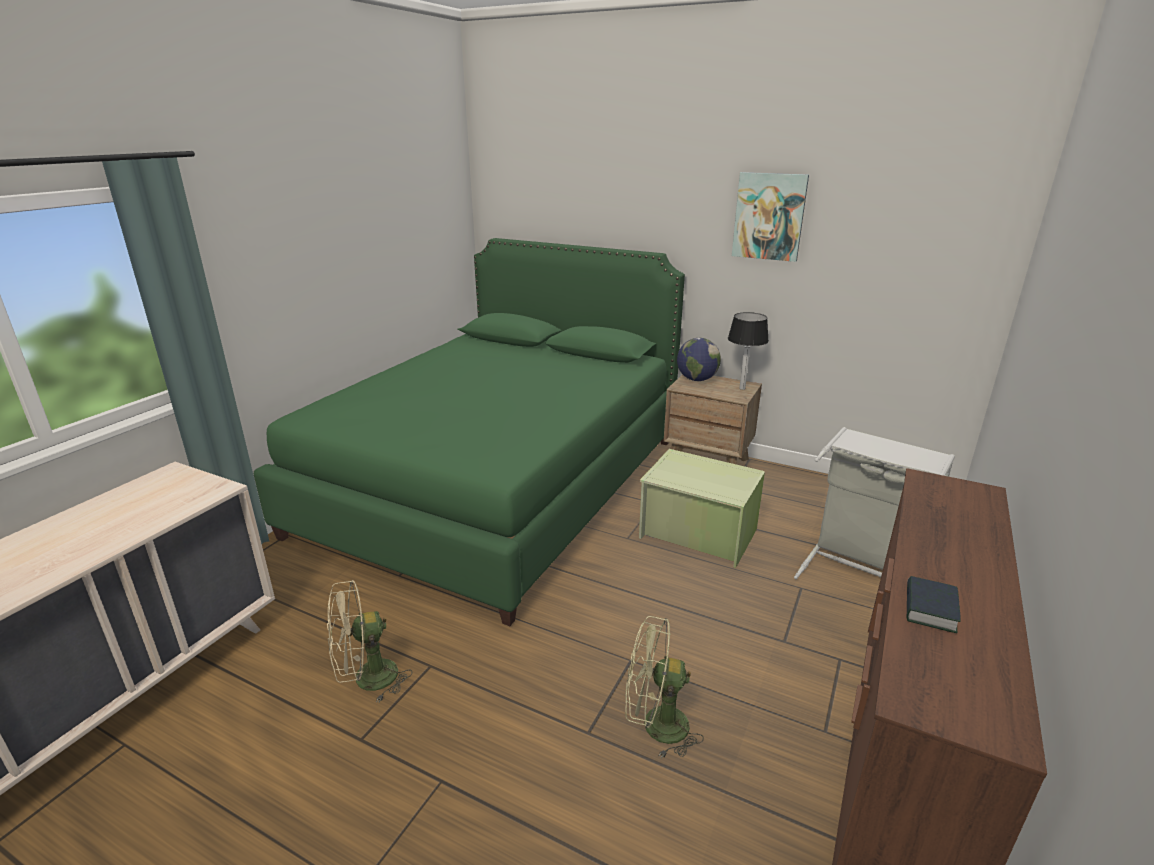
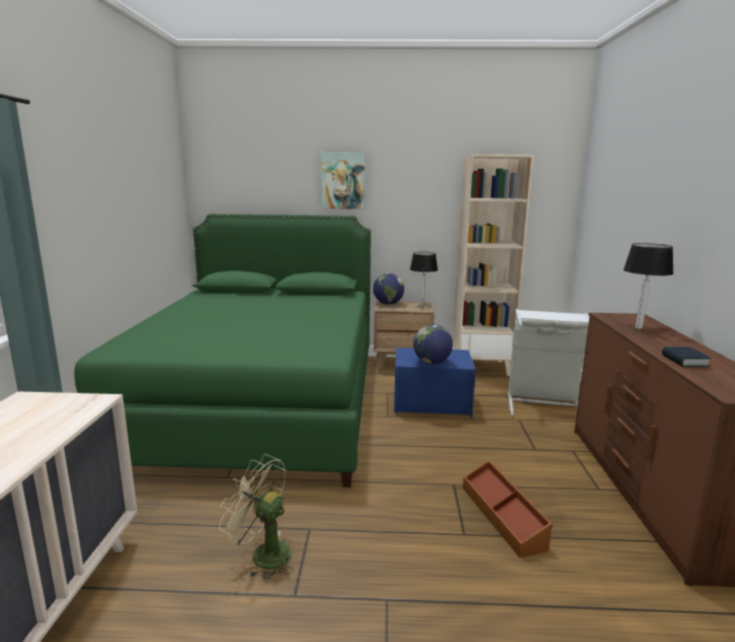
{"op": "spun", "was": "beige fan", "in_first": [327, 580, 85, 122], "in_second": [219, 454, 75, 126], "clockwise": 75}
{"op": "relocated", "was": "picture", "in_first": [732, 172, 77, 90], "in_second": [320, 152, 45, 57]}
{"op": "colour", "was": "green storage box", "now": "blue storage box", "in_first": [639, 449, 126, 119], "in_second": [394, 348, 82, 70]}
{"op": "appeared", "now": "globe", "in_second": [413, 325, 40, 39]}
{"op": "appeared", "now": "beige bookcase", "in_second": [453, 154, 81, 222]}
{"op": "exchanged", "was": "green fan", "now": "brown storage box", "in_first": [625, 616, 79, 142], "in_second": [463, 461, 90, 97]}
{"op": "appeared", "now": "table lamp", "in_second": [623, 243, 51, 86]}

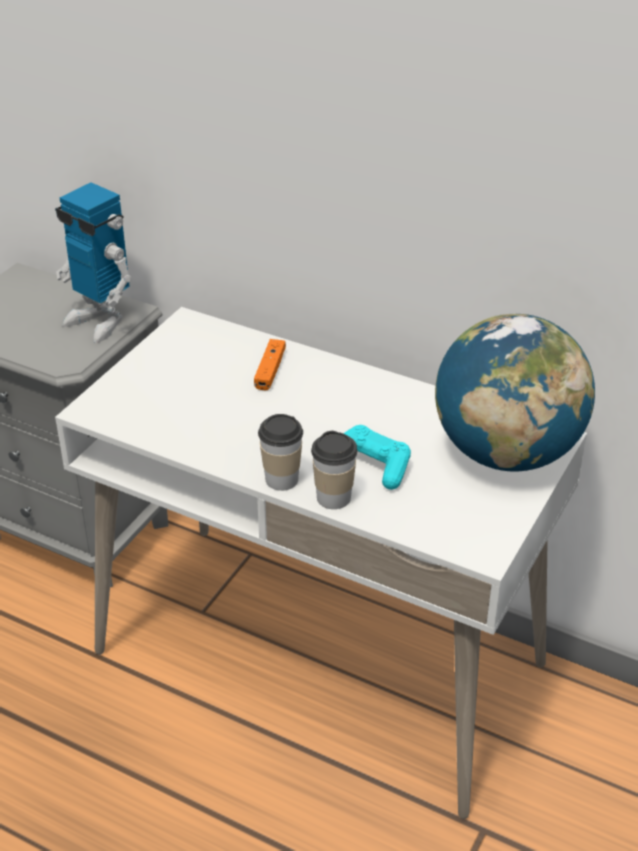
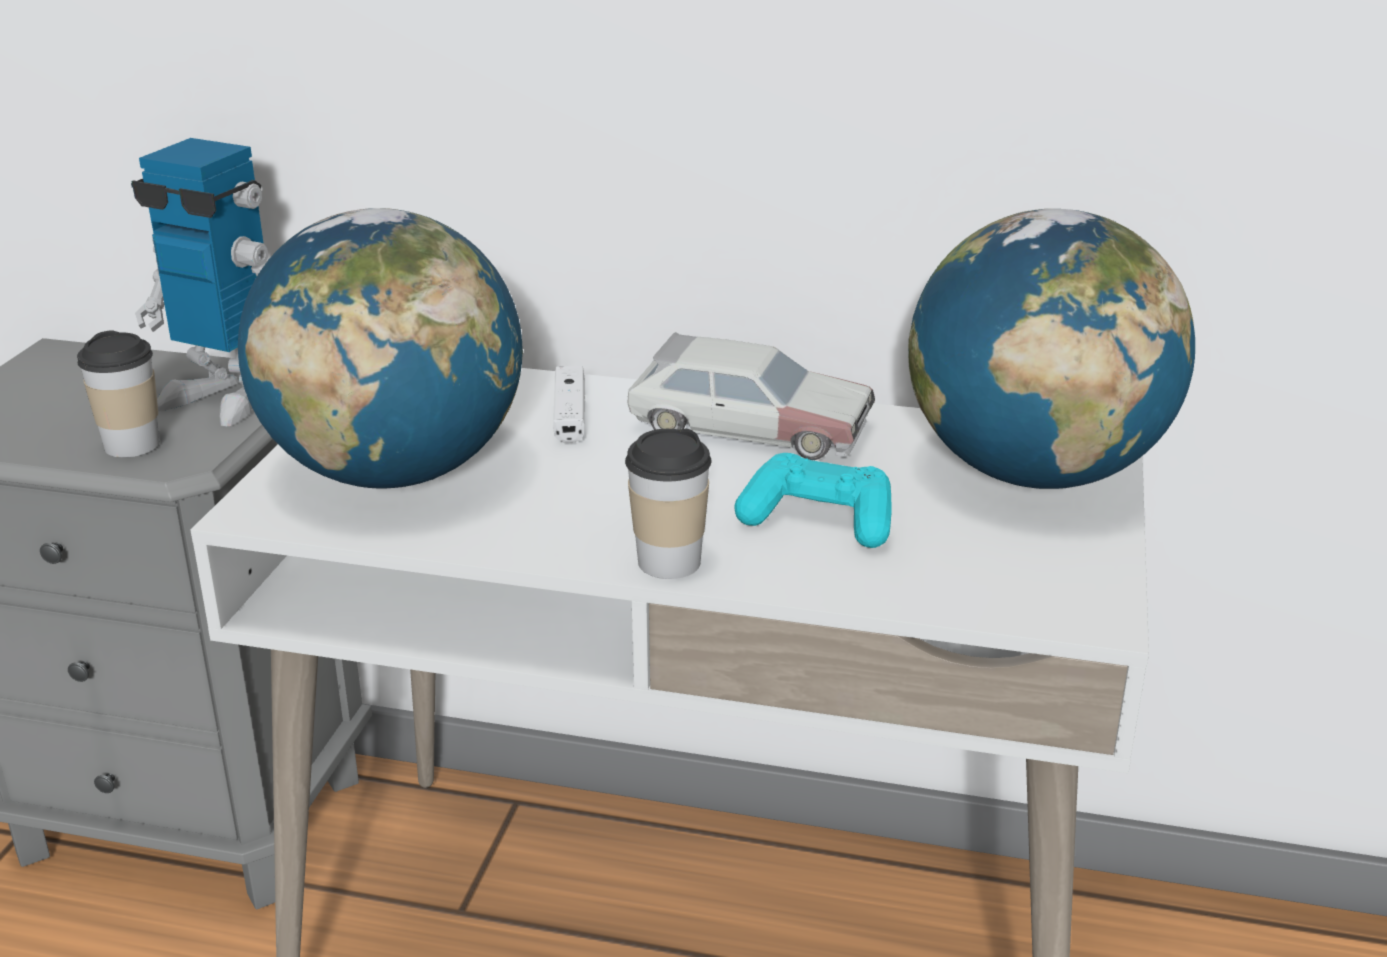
{"op": "relocated", "was": "cup", "in_first": [311, 431, 46, 78], "in_second": [77, 330, 83, 128]}
{"op": "appeared", "now": "globe", "in_second": [238, 208, 285, 280]}
{"op": "colour", "was": "orange game controller", "now": "white game controller", "in_first": [254, 339, 32, 52], "in_second": [553, 366, 32, 77]}
{"op": "appeared", "now": "toy car", "in_second": [627, 332, 248, 128]}

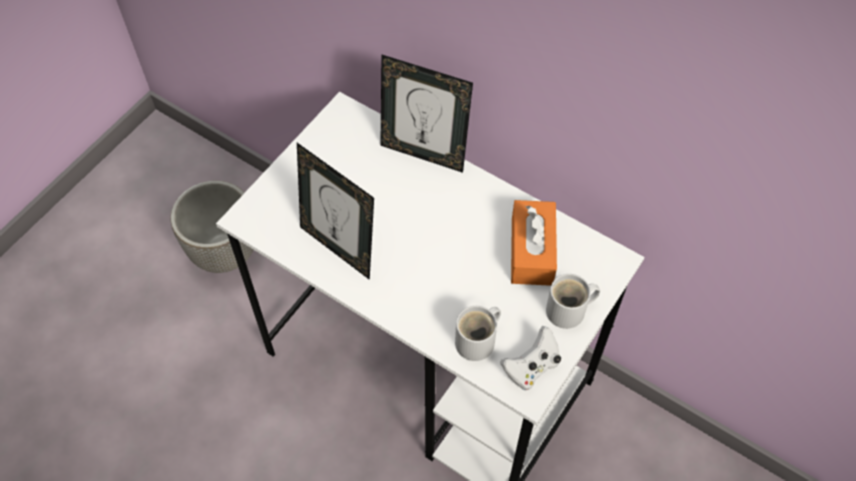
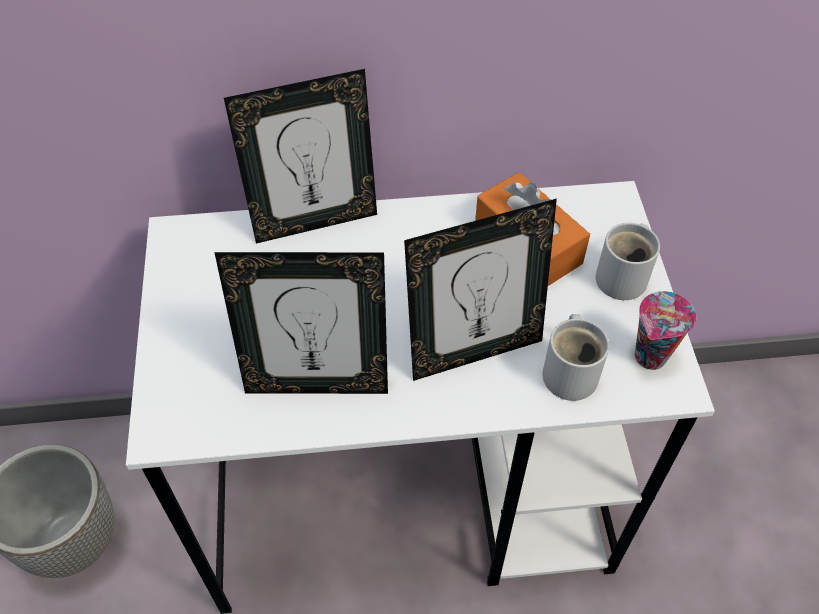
{"op": "appeared", "now": "picture frame", "in_second": [404, 198, 153, 183]}
{"op": "exchanged", "was": "white game controller", "now": "cup", "in_first": [500, 326, 61, 64], "in_second": [635, 291, 61, 79]}

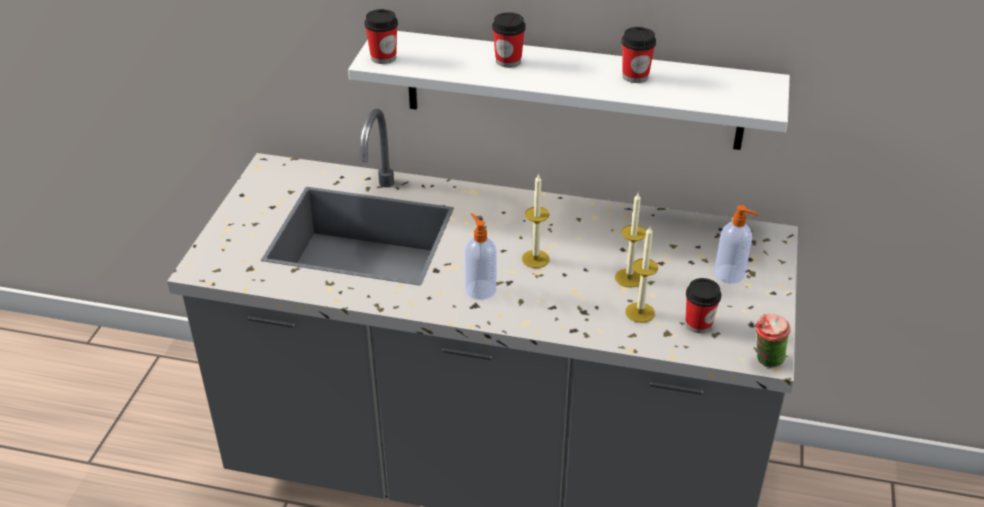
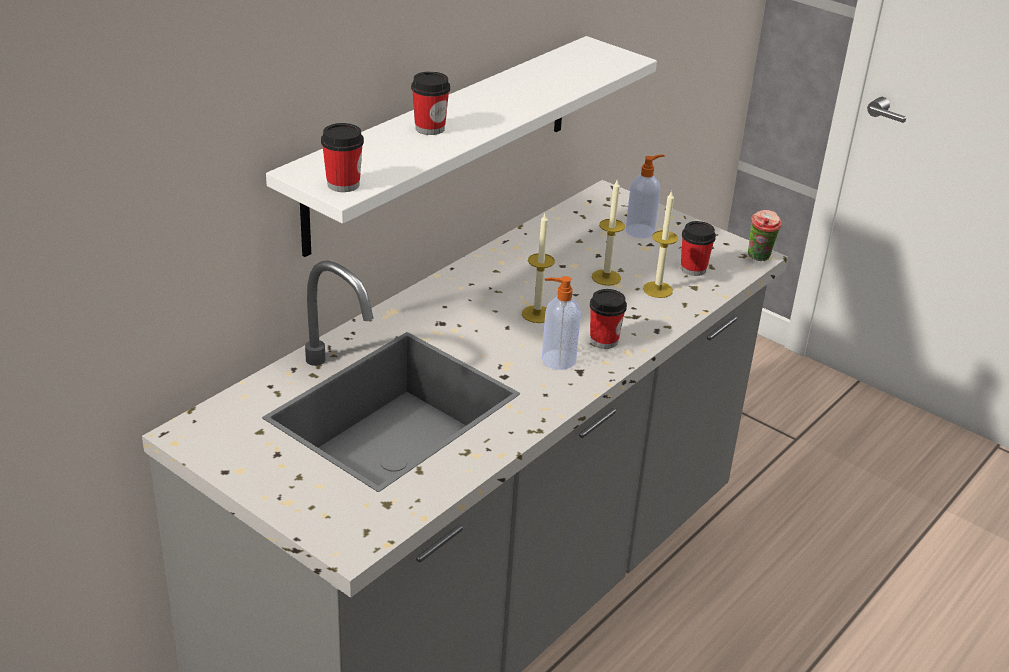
{"op": "relocated", "was": "cup", "in_first": [622, 27, 34, 56], "in_second": [590, 289, 37, 60]}

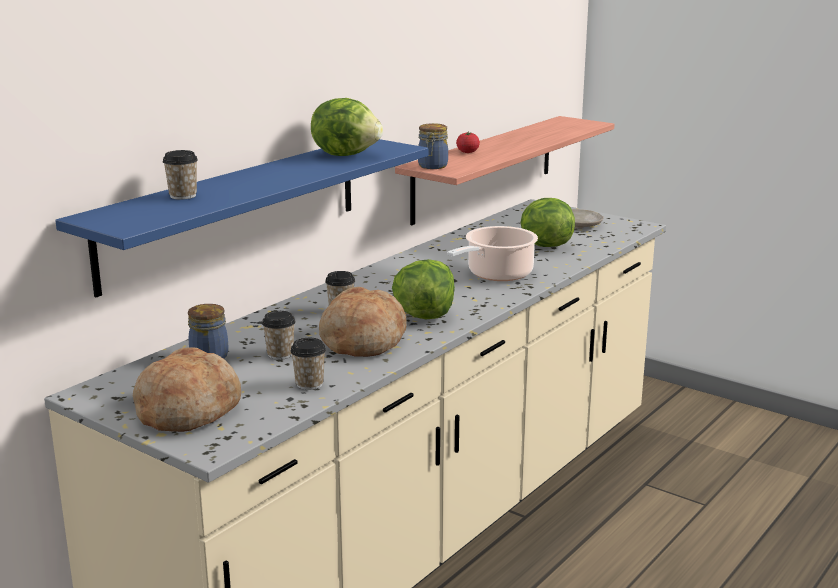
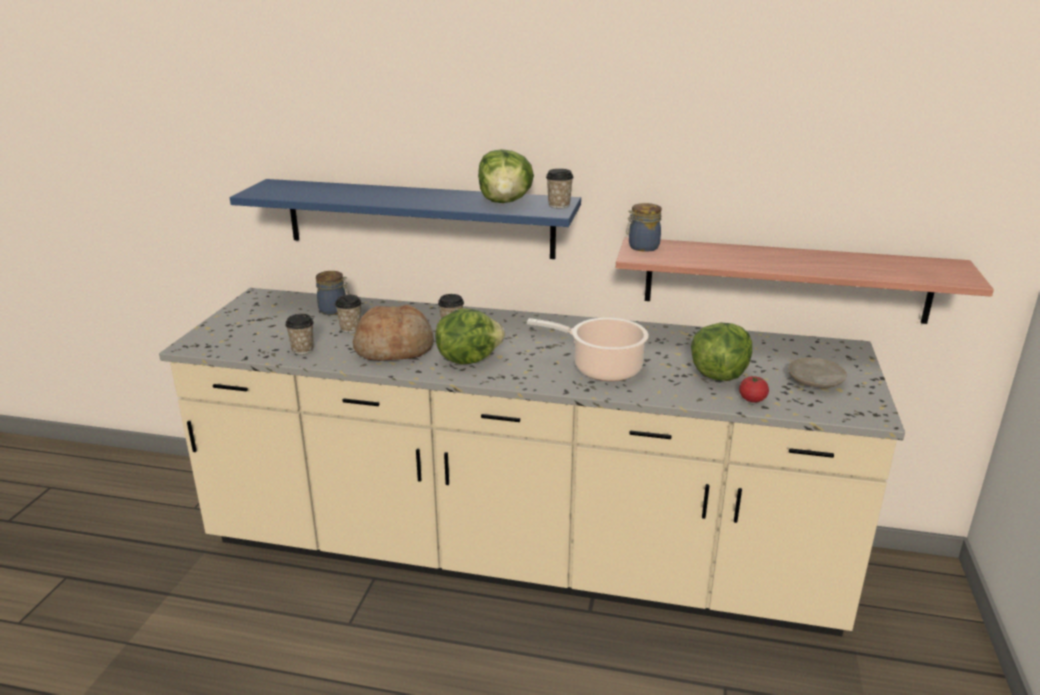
{"op": "relocated", "was": "cup", "in_first": [163, 150, 35, 50], "in_second": [546, 169, 28, 40]}
{"op": "relocated", "was": "tomato", "in_first": [456, 131, 24, 22], "in_second": [739, 376, 30, 27]}
{"op": "missing", "was": "bread", "in_first": [133, 347, 108, 85]}

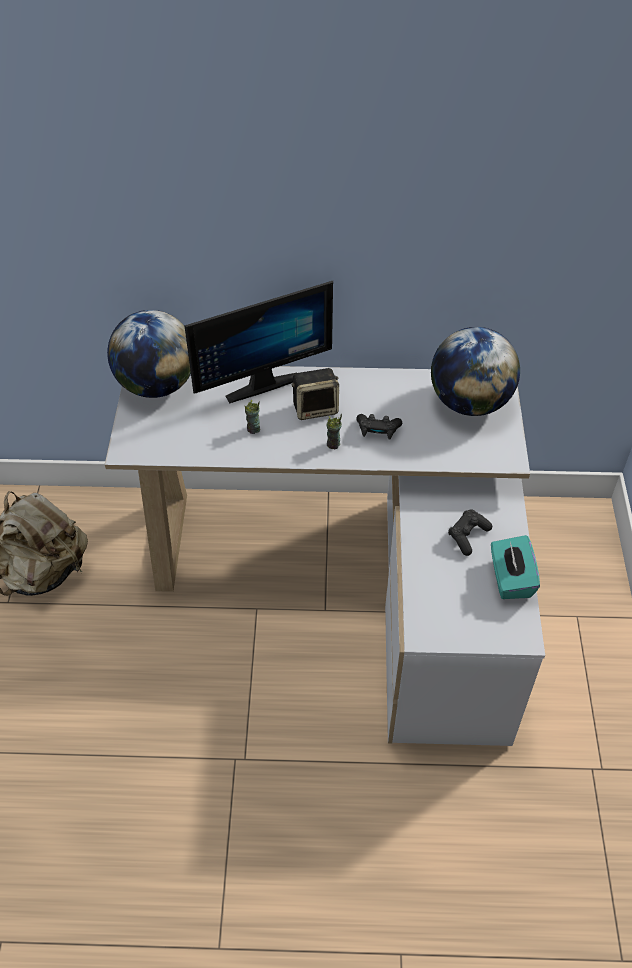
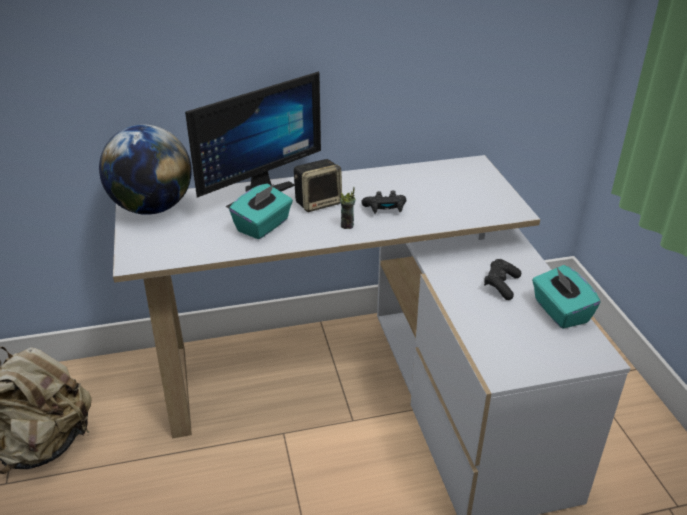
{"op": "exchanged", "was": "cup", "now": "turquoise tissue box", "in_first": [245, 400, 15, 34], "in_second": [229, 184, 64, 55]}
{"op": "missing", "was": "globe", "in_first": [431, 327, 89, 89]}

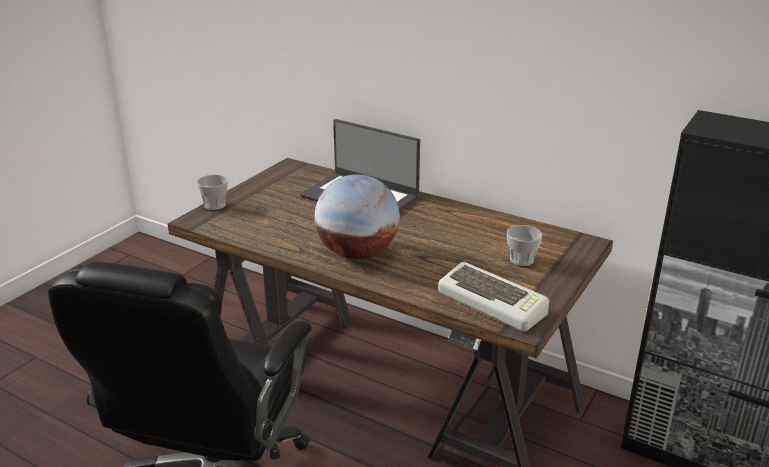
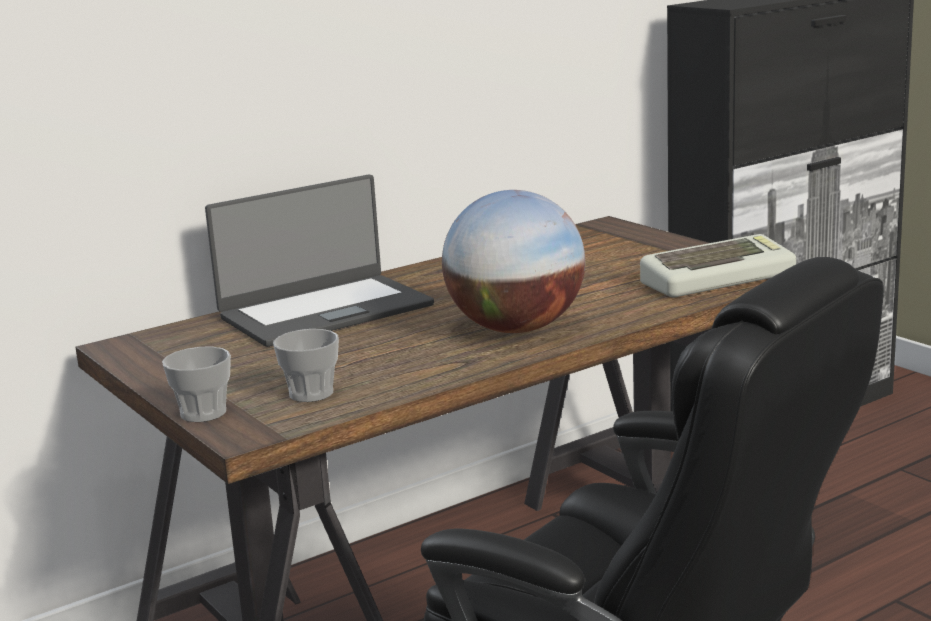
{"op": "relocated", "was": "cup", "in_first": [507, 225, 35, 41], "in_second": [273, 329, 66, 73]}

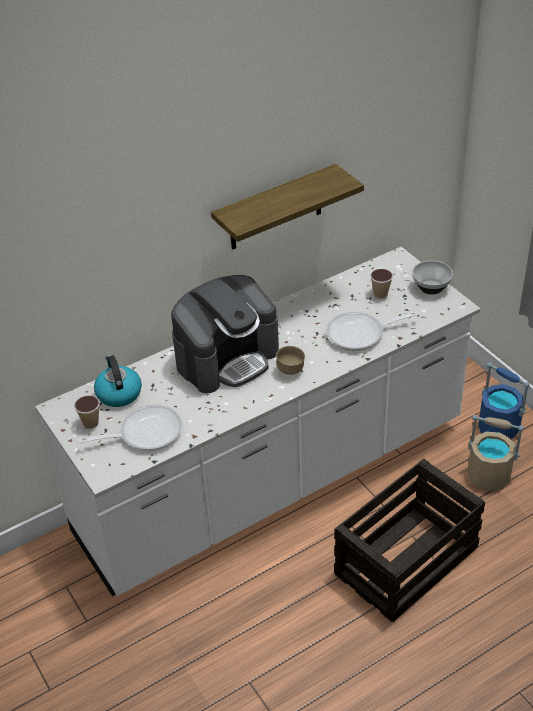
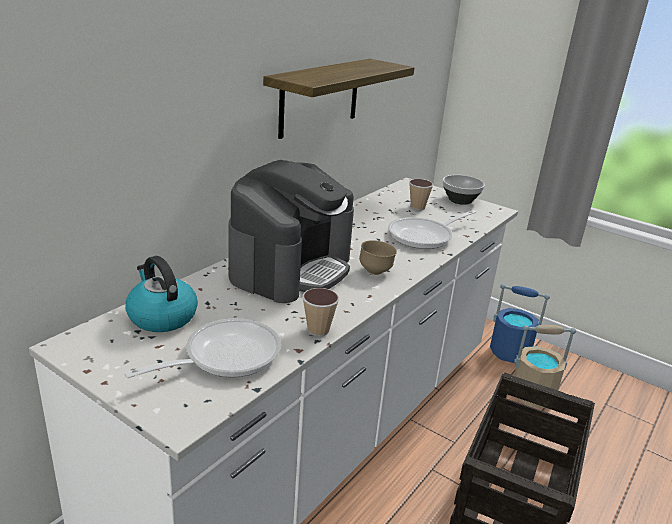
{"op": "relocated", "was": "cup", "in_first": [74, 395, 26, 34], "in_second": [302, 288, 37, 49]}

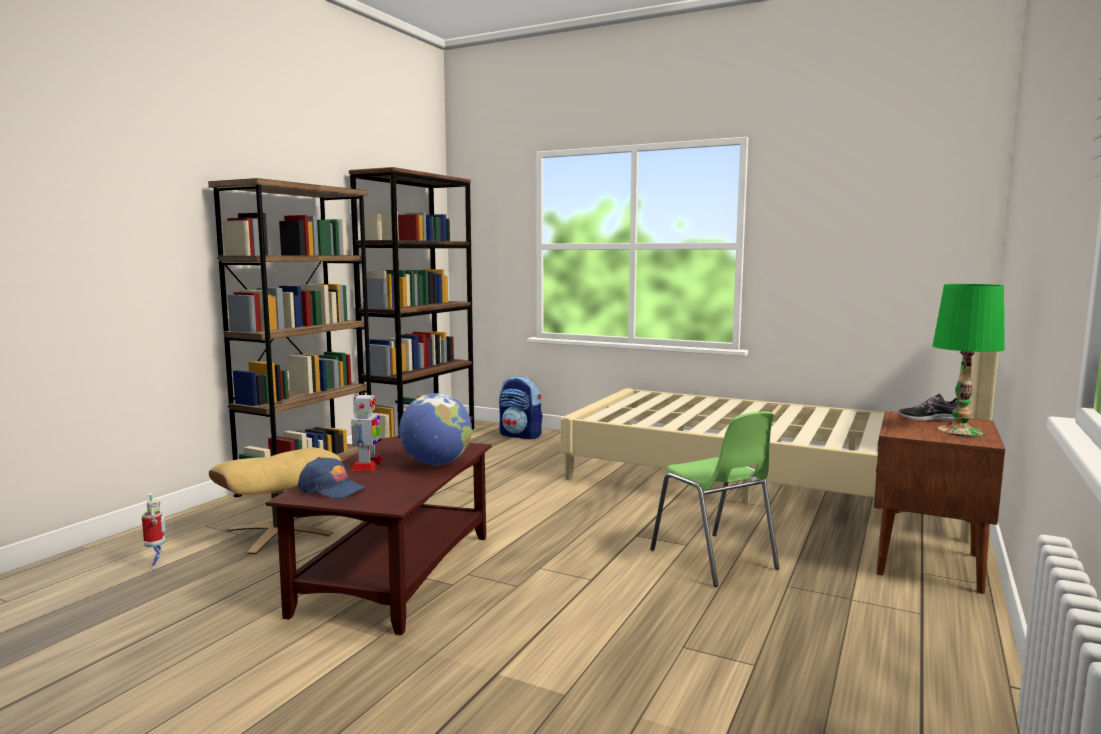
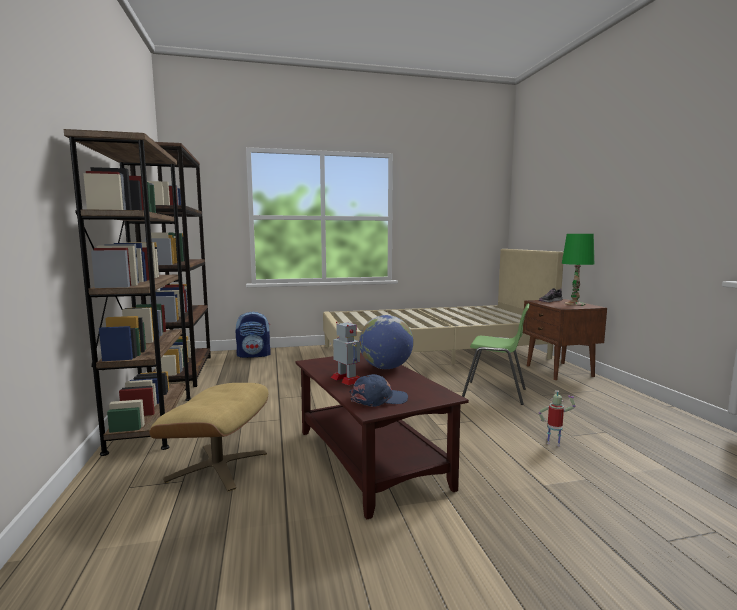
{"op": "relocated", "was": "toy robot", "in_first": [142, 493, 24, 76], "in_second": [539, 390, 37, 56]}

